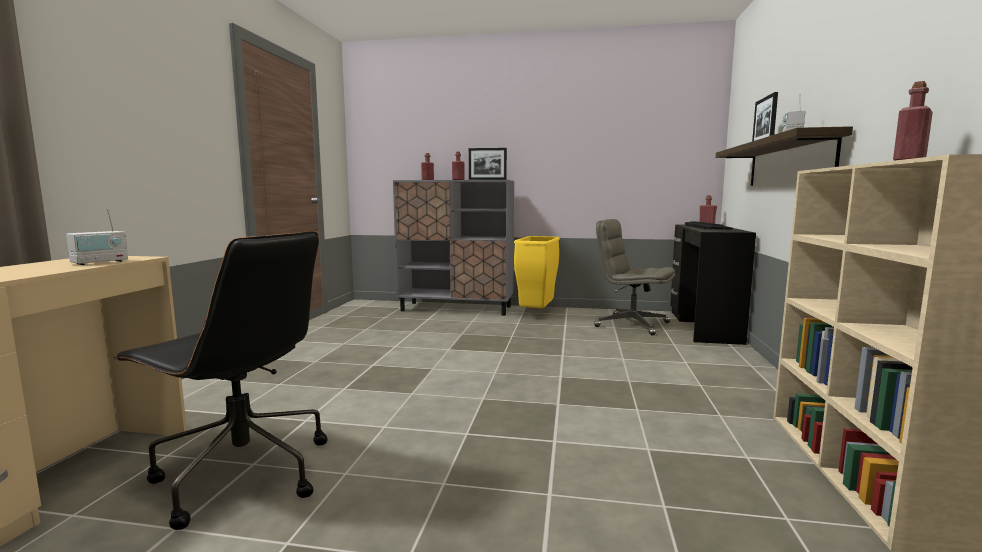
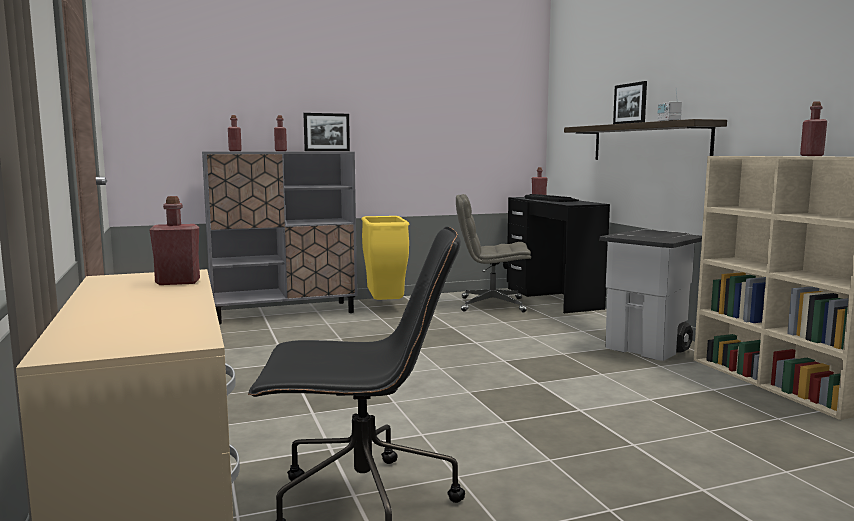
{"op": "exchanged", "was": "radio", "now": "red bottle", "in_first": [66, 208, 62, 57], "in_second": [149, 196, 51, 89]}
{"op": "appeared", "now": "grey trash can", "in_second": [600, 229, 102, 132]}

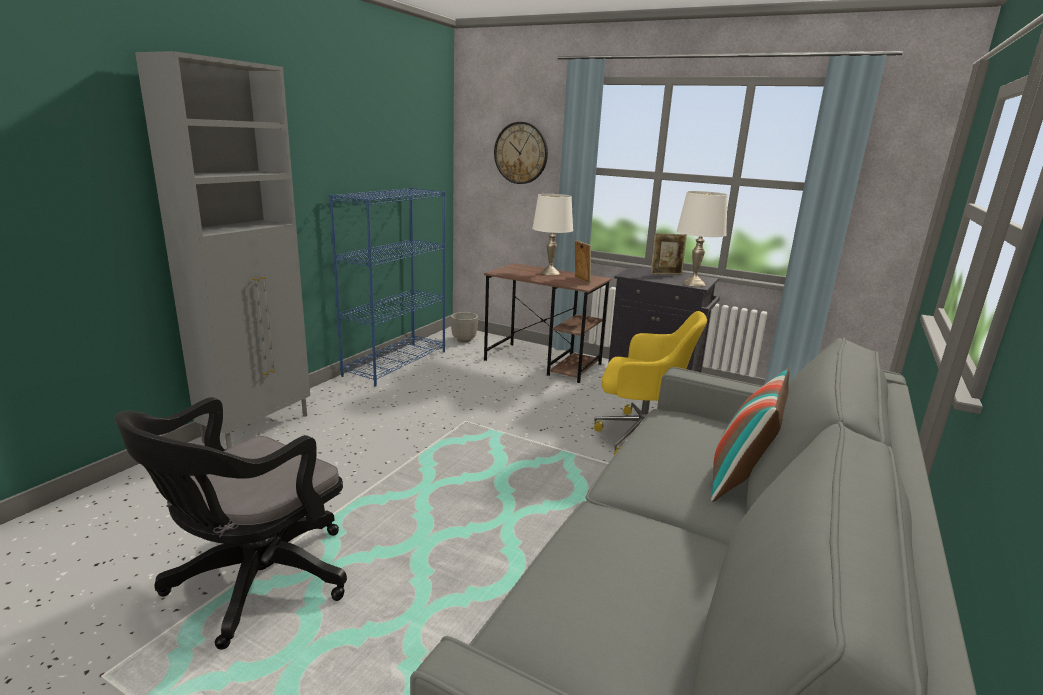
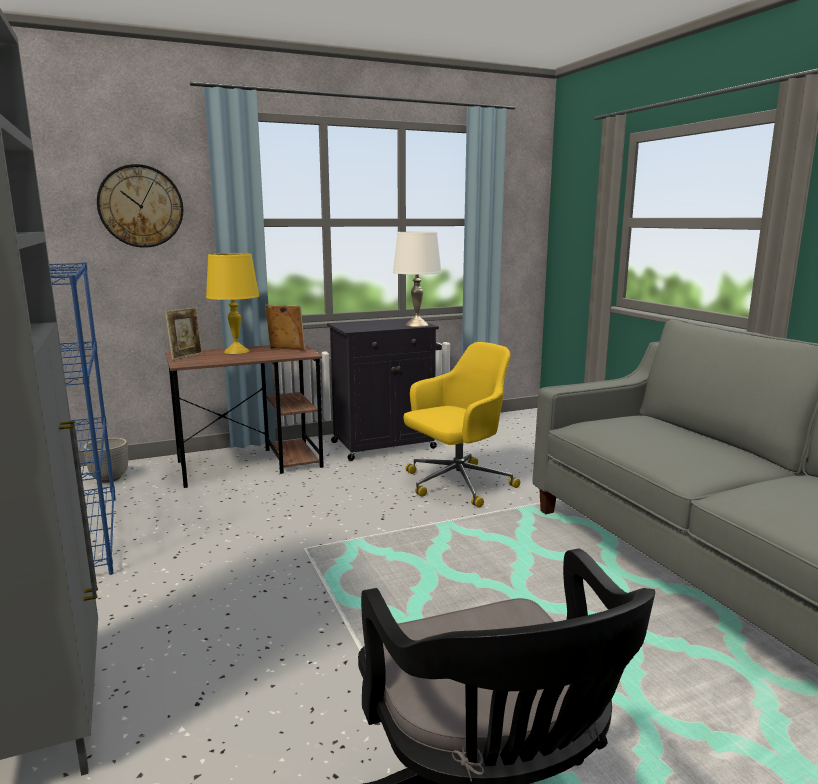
{"op": "relocated", "was": "picture frame", "in_first": [651, 233, 36, 41], "in_second": [165, 307, 38, 53]}
{"op": "colour", "was": "white table lamp", "now": "yellow table lamp", "in_first": [532, 194, 41, 81], "in_second": [206, 253, 53, 101]}
{"op": "missing", "was": "pillow", "in_first": [711, 369, 78, 133]}

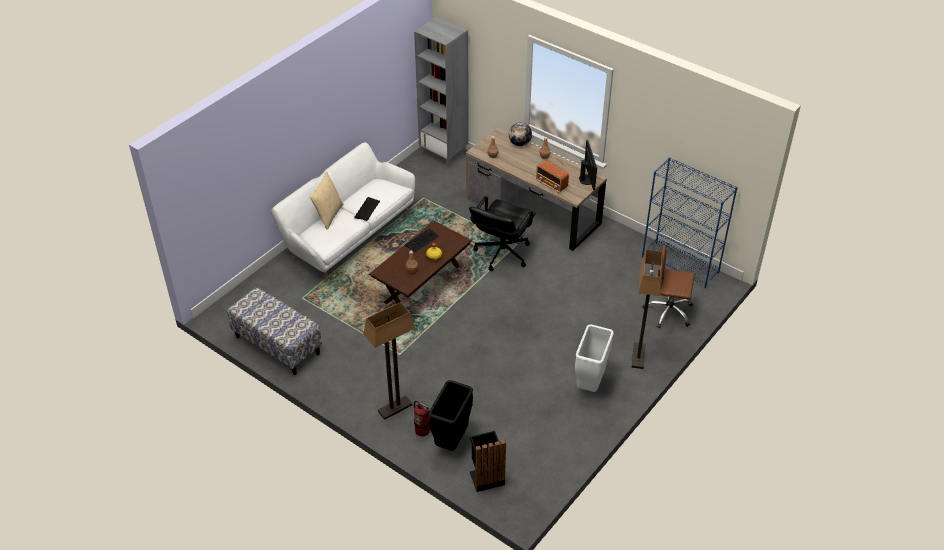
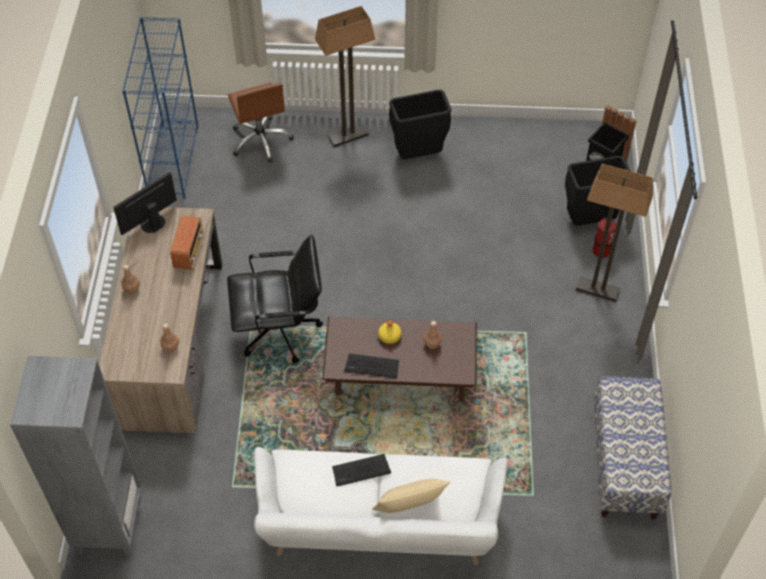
{"op": "colour", "was": "white trash can", "now": "black trash can", "in_first": [575, 324, 39, 68], "in_second": [389, 90, 63, 69]}
{"op": "missing", "was": "globe", "in_first": [509, 123, 23, 23]}

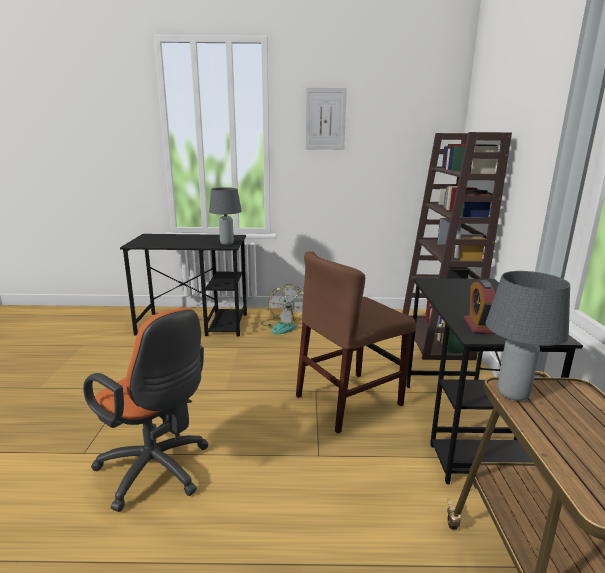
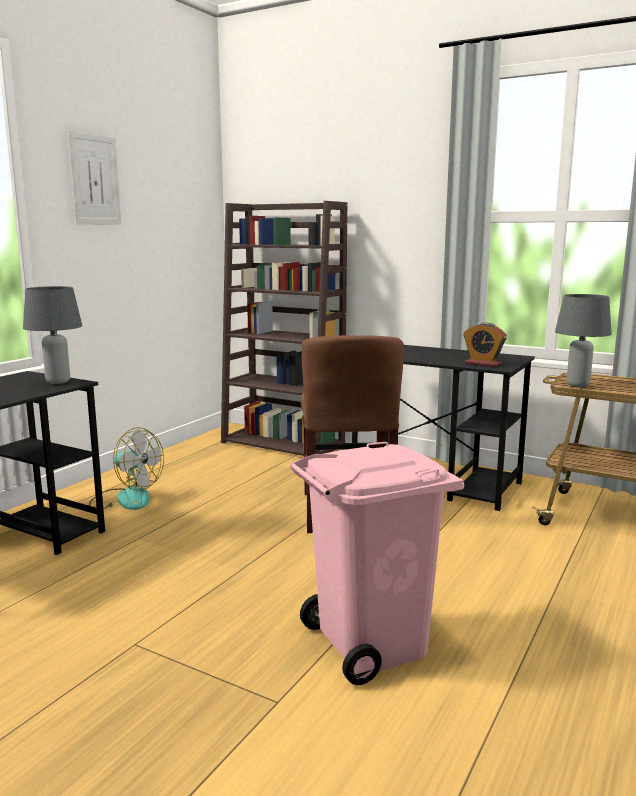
{"op": "exchanged", "was": "orange office chair", "now": "pink trash can", "in_first": [83, 308, 126, 204], "in_second": [290, 442, 174, 243]}

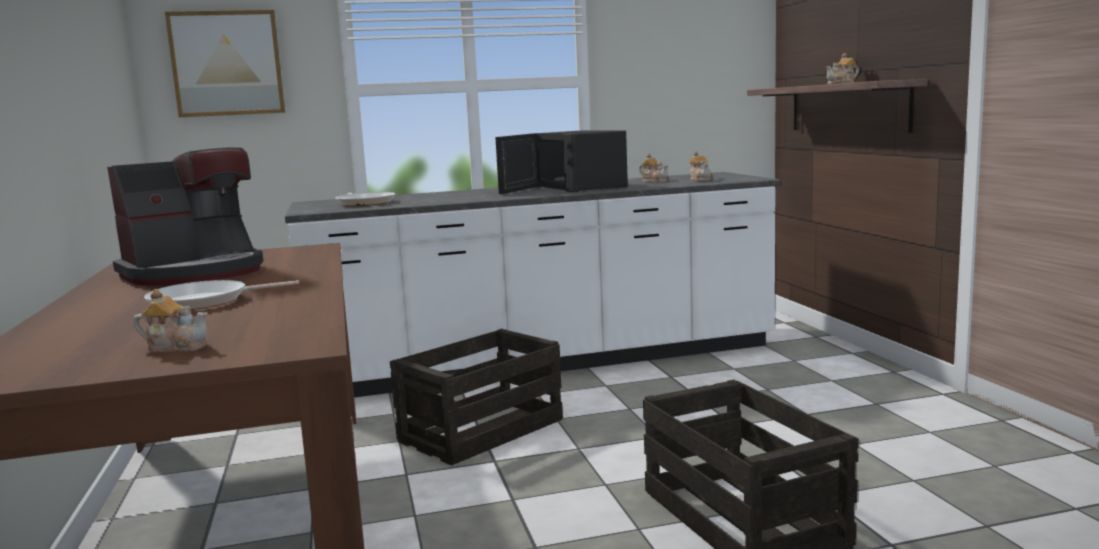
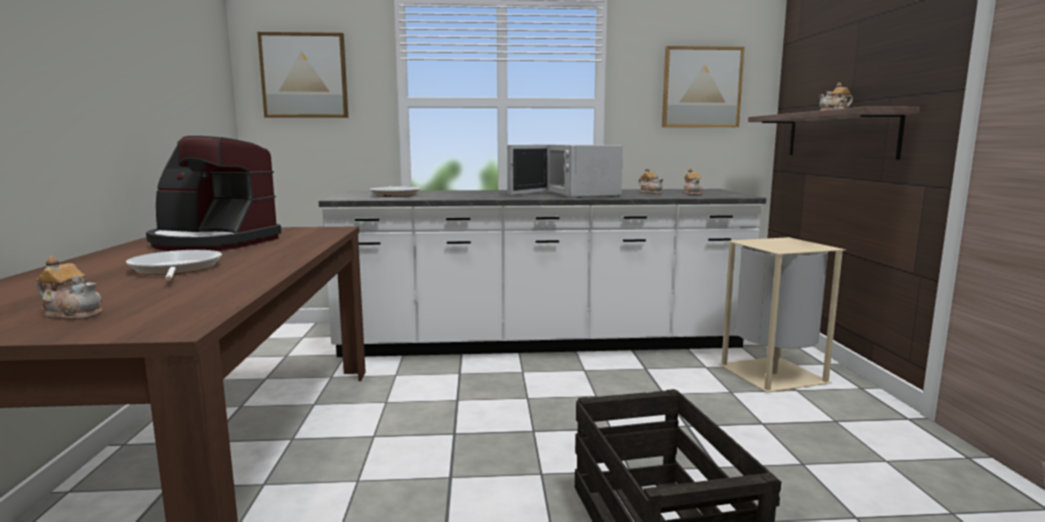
{"op": "spun", "was": "frying pan", "in_first": [144, 280, 155, 30], "in_second": [126, 250, 96, 30], "clockwise": 75}
{"op": "spun", "was": "coffee machine", "in_first": [107, 148, 156, 138], "in_second": [146, 136, 135, 115], "clockwise": 45}
{"op": "colour", "was": "black microwave", "now": "white microwave", "in_first": [496, 130, 132, 64], "in_second": [507, 145, 116, 52]}
{"op": "appeared", "now": "picture", "in_second": [662, 46, 83, 81]}
{"op": "appeared", "now": "beige trash can", "in_second": [719, 237, 127, 155]}
{"op": "missing", "was": "crate", "in_first": [390, 329, 173, 137]}

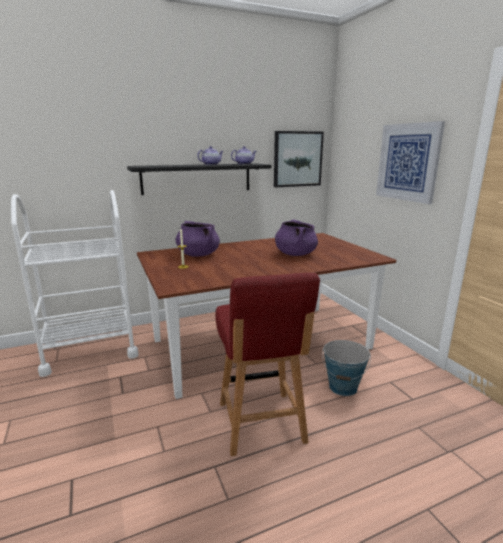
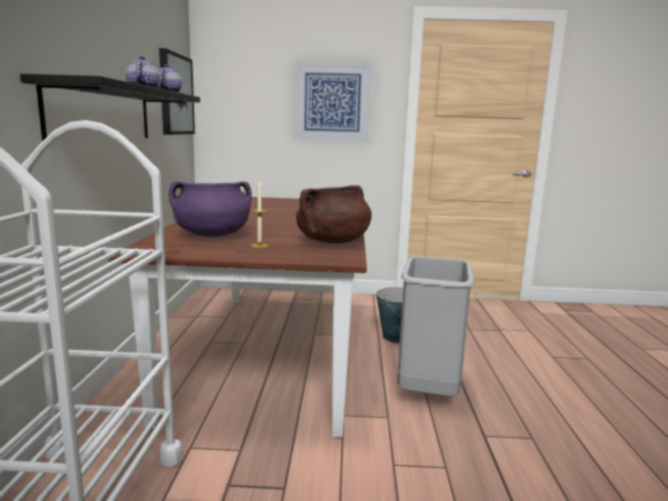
{"op": "appeared", "now": "brown cooking pot", "in_second": [296, 185, 76, 58]}
{"op": "exchanged", "was": "red chair", "now": "grey trash can", "in_first": [216, 273, 104, 183], "in_second": [397, 256, 77, 140]}
{"op": "missing", "was": "purple cooking pot", "in_first": [275, 219, 43, 37]}

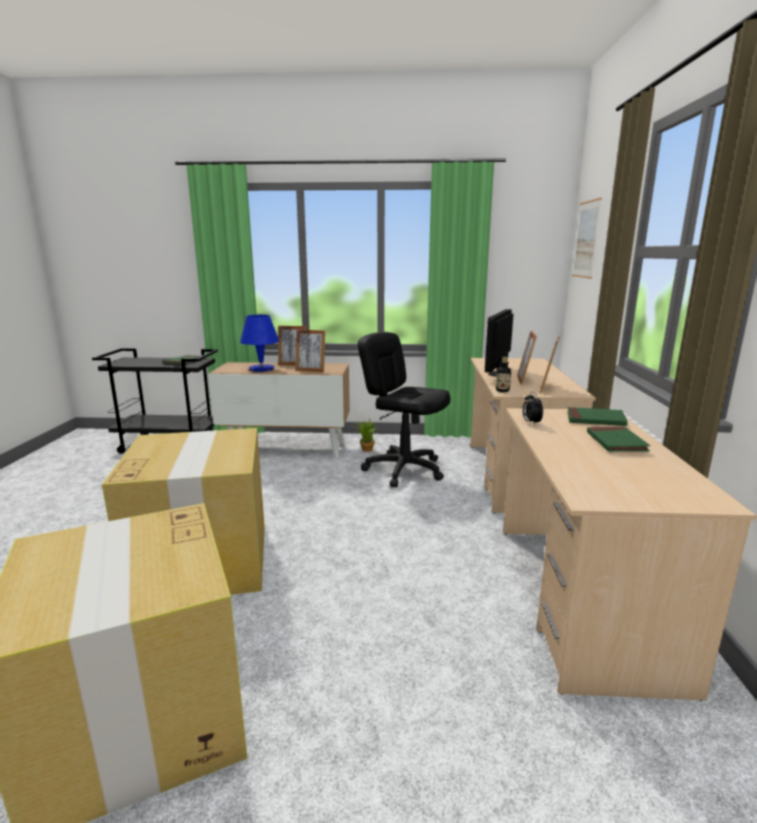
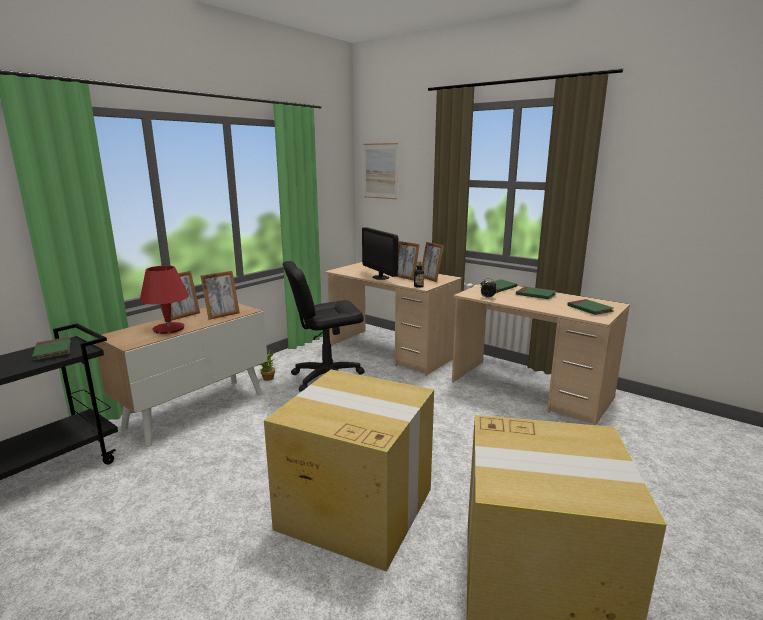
{"op": "colour", "was": "blue table lamp", "now": "red table lamp", "in_first": [240, 315, 39, 57], "in_second": [140, 266, 49, 68]}
{"op": "appeared", "now": "green book", "in_second": [567, 299, 46, 16]}

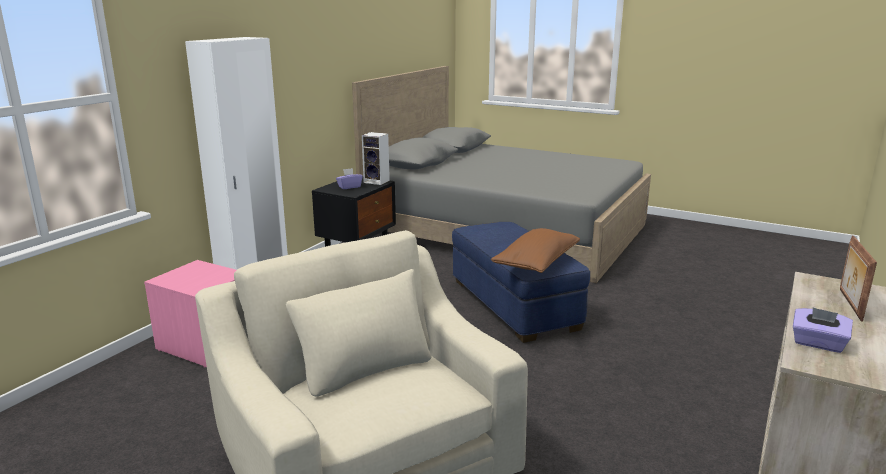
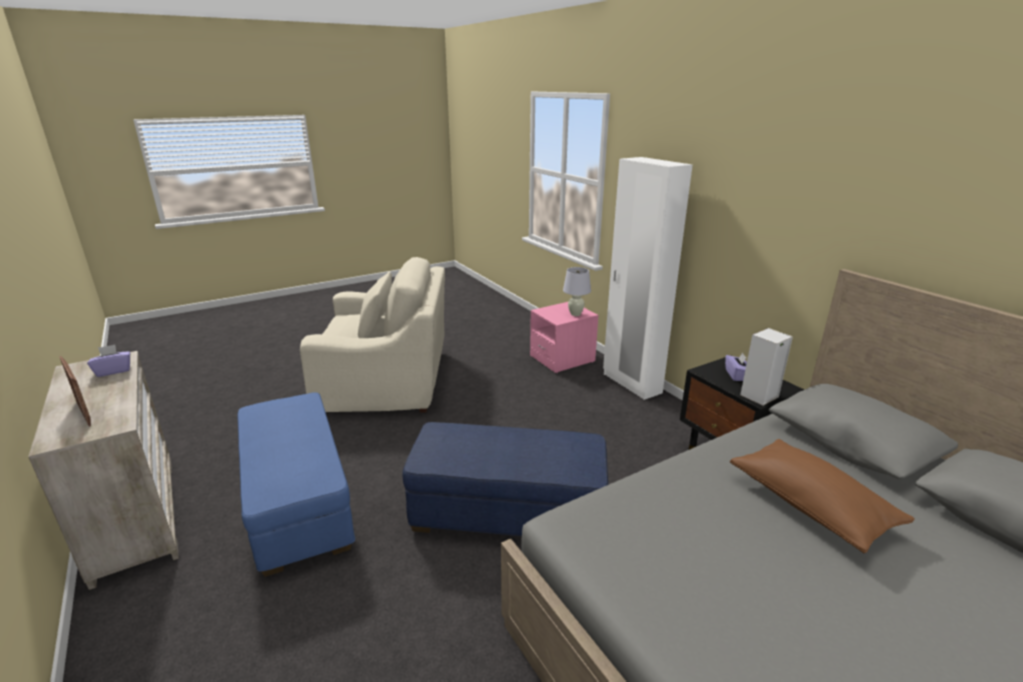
{"op": "appeared", "now": "blue ottoman", "in_second": [237, 392, 118, 185]}
{"op": "appeared", "now": "white table lamp", "in_second": [563, 267, 28, 49]}
{"op": "relocated", "was": "brown pillow", "in_first": [491, 228, 89, 45], "in_second": [730, 439, 185, 114]}

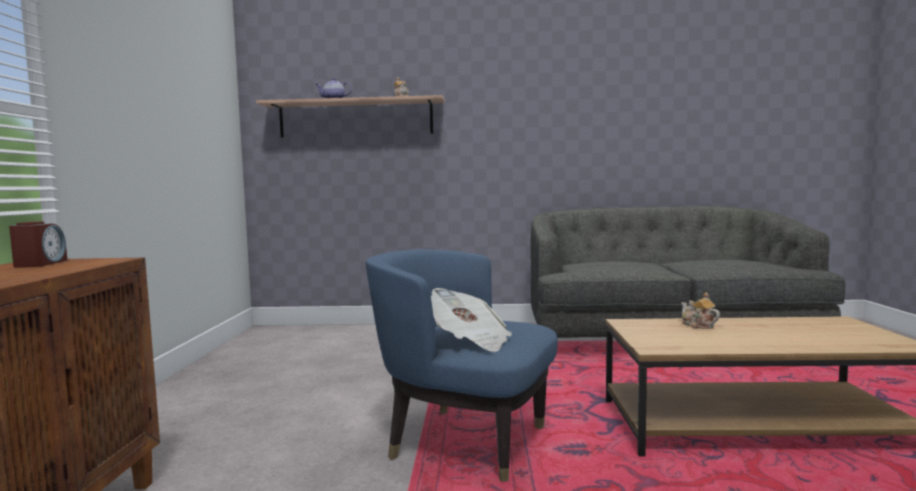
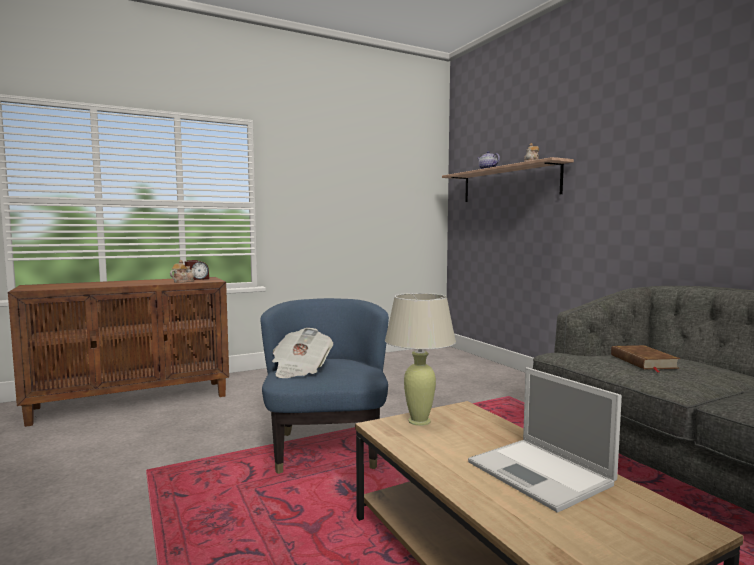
{"op": "relocated", "was": "teapot", "in_first": [681, 292, 39, 37], "in_second": [170, 260, 25, 23]}
{"op": "appeared", "now": "beige table lamp", "in_second": [385, 293, 71, 133]}
{"op": "appeared", "now": "laptop", "in_second": [468, 367, 154, 146]}
{"op": "appeared", "now": "brown book", "in_second": [611, 345, 69, 28]}

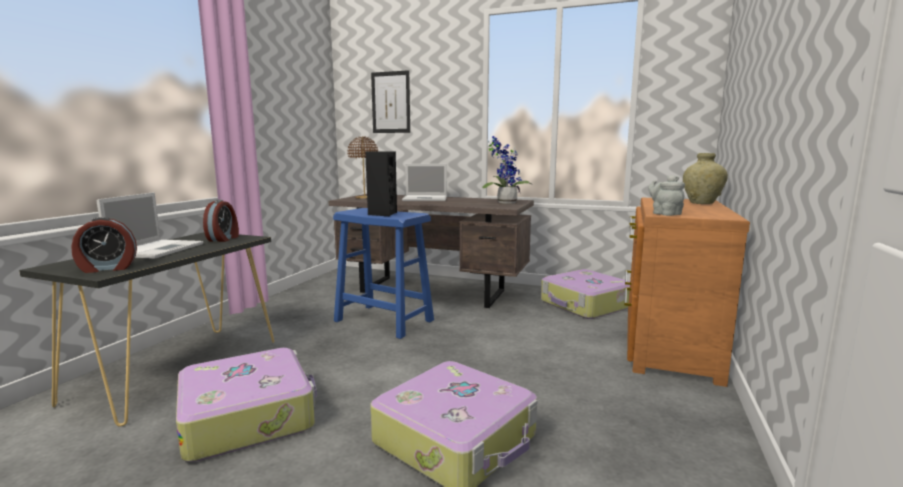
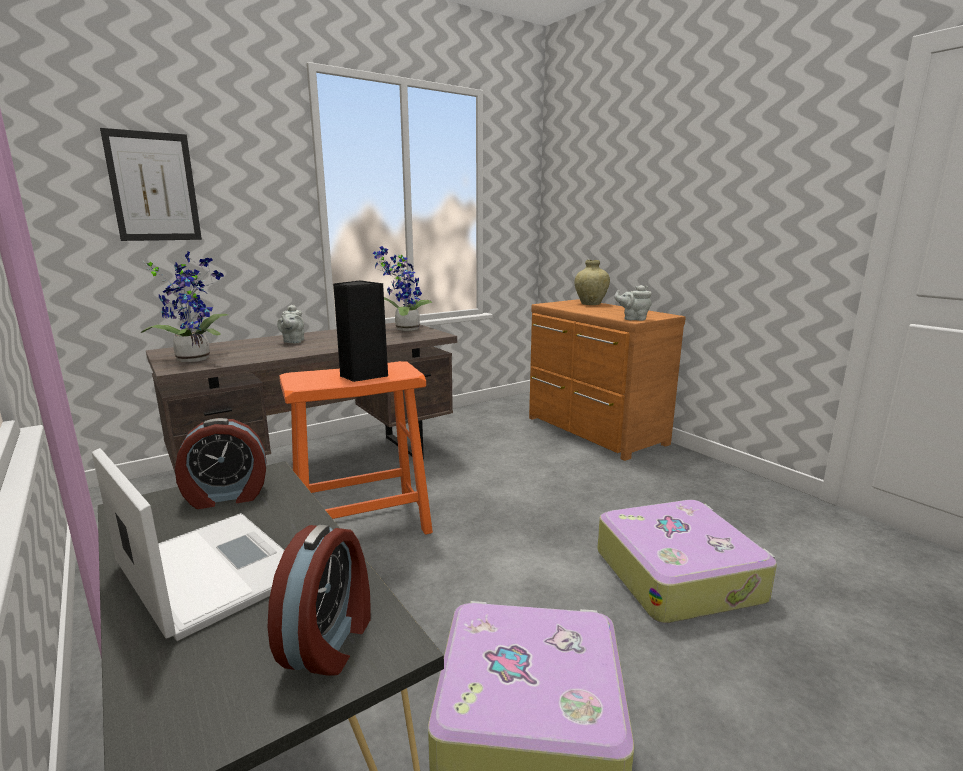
{"op": "exchanged", "was": "brown table lamp", "now": "potted plant", "in_first": [347, 136, 31, 63], "in_second": [141, 251, 87, 111]}
{"op": "spun", "was": "alarm clock", "in_first": [203, 200, 36, 42], "in_second": [175, 418, 92, 91], "clockwise": 120}
{"op": "exchanged", "was": "laptop", "now": "grey teapot", "in_first": [402, 164, 45, 37], "in_second": [277, 305, 27, 39]}
{"op": "colour", "was": "blue stool", "now": "orange stool", "in_first": [333, 208, 101, 131], "in_second": [279, 361, 154, 174]}
{"op": "missing", "was": "suitcase", "in_first": [541, 269, 89, 50]}

